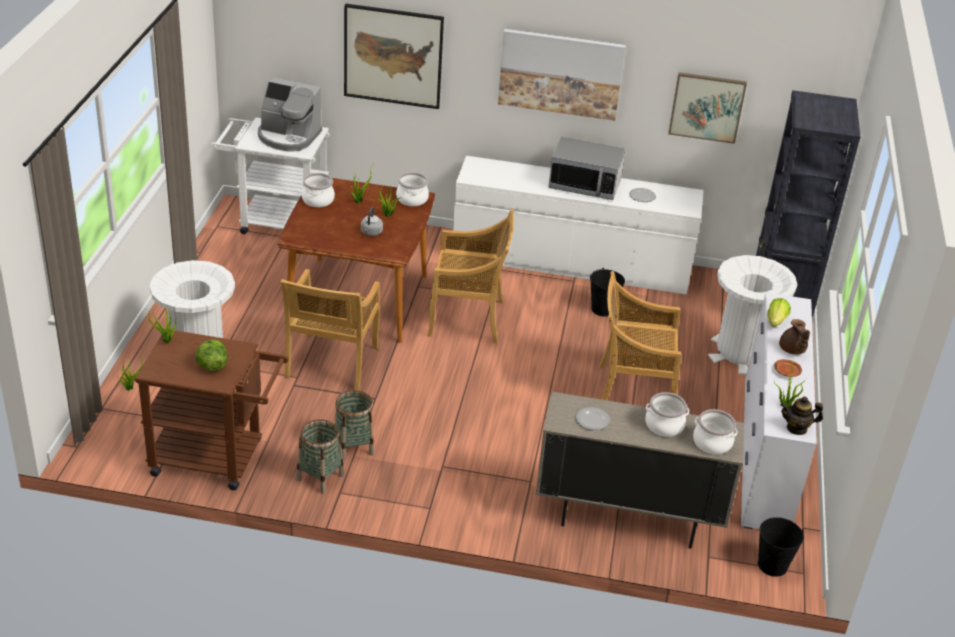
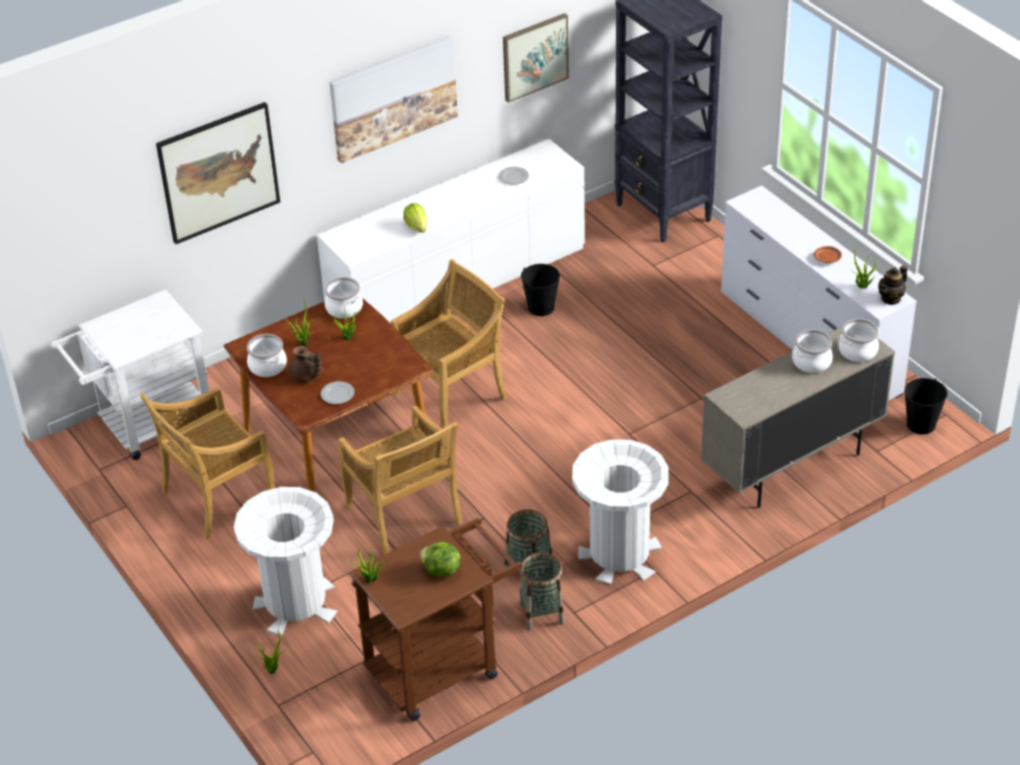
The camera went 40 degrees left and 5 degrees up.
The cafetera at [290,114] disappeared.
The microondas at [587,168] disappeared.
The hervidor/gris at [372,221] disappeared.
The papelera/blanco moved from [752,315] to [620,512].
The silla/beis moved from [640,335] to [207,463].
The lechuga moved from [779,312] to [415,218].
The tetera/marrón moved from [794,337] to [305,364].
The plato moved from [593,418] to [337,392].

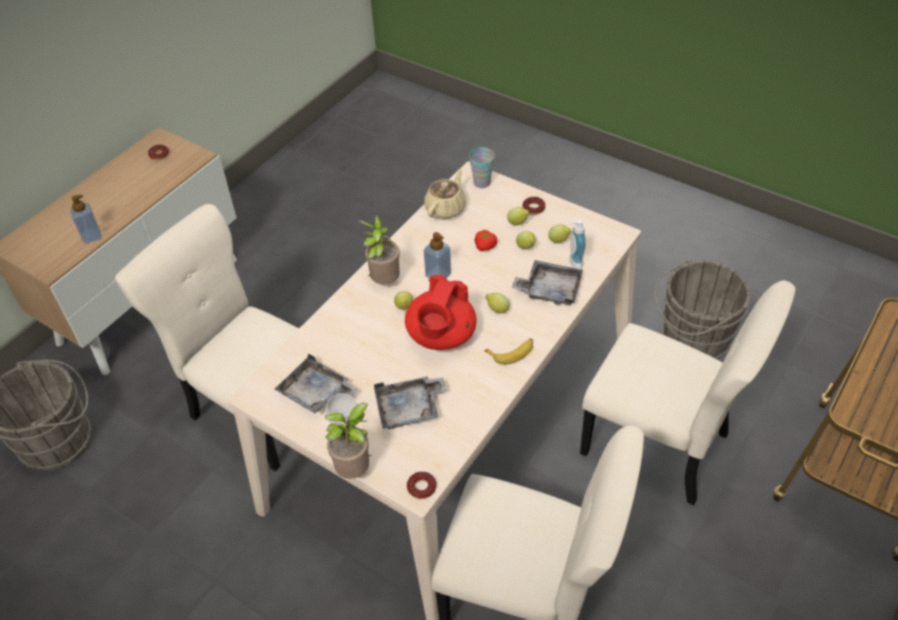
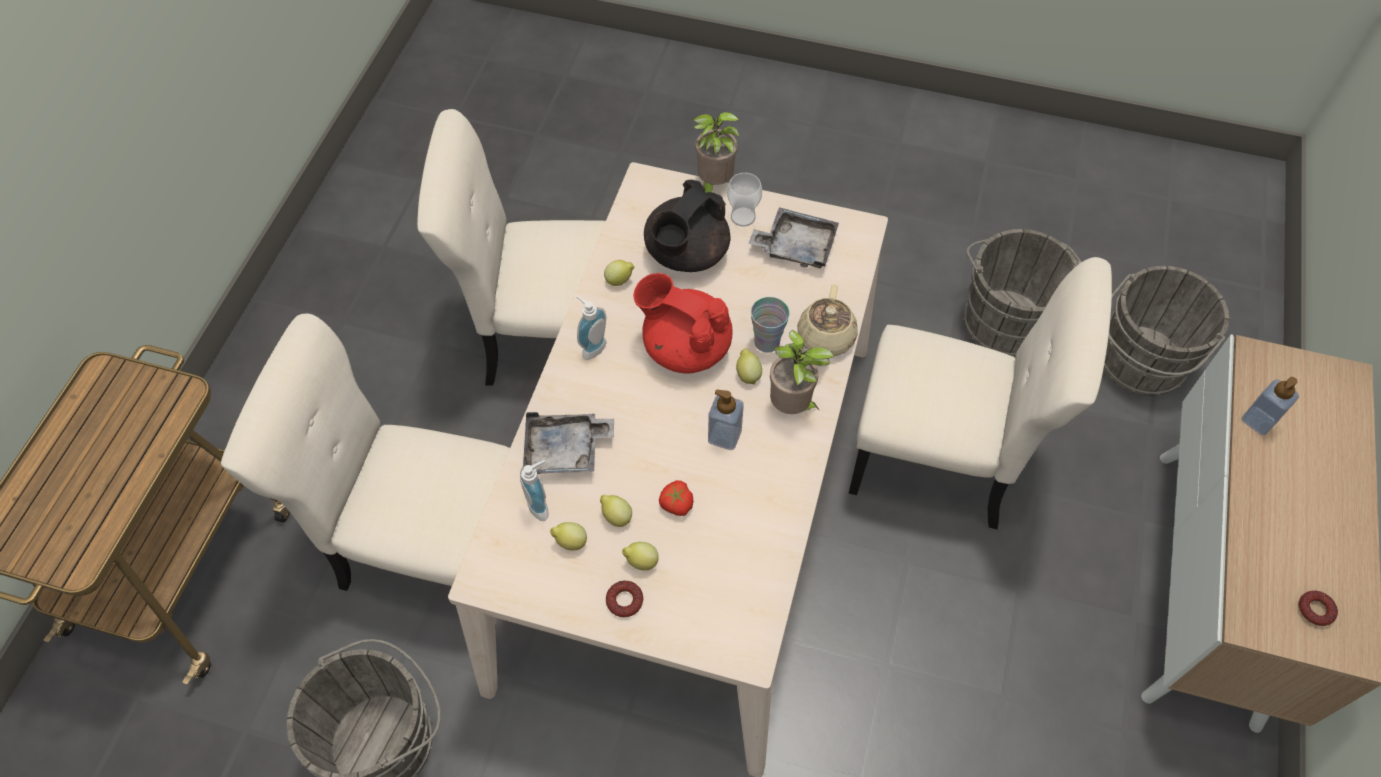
The camera went 160 degrees right and 10 degrees up.
The taza moved from [482,167] to [770,324].
The tetera/beis moved from [445,193] to [827,320].
The tetera/rojo at [440,312] turned 60 degrees counterclockwise.
The limón moved from [497,303] to [619,273].
The plátano at [509,351] was replaced by the dispensador de jabón at [591,328].
The bandeja/gris at [410,402] was replaced by the tetera/negro at [687,226].
The rosquilla at [421,485] disappeared.
The cubo/gris at [1022,293] appeared.

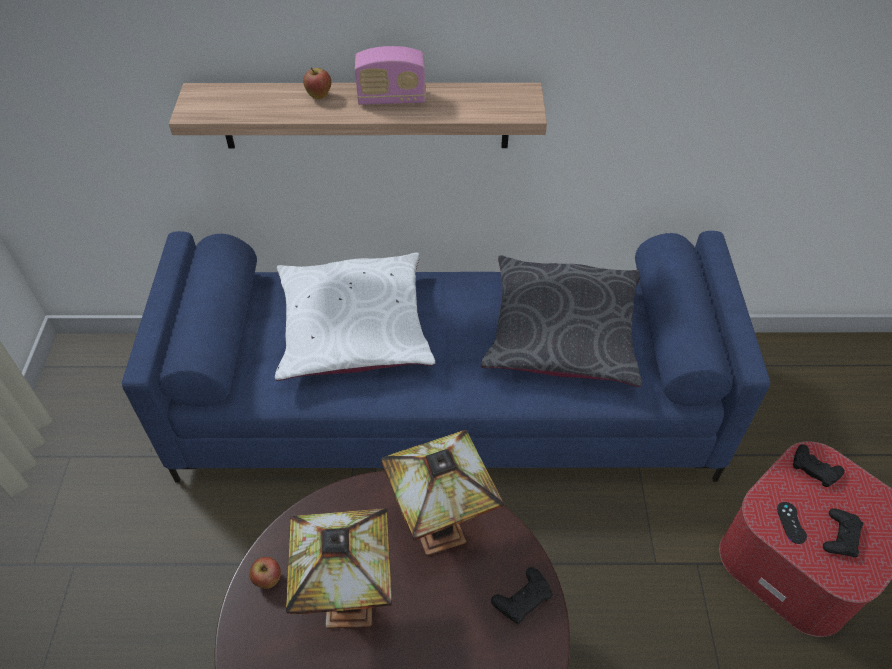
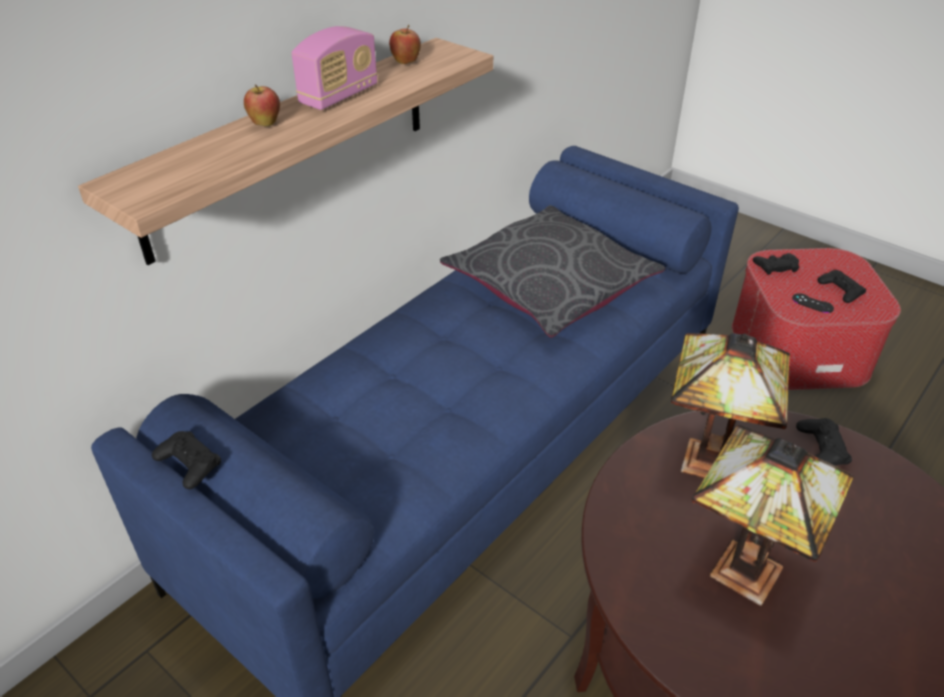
The camera went 50 degrees left and 10 degrees down.
The cojín/blanco at [355,316] disappeared.
The manzana moved from [265,573] to [405,44].
The mando de consola/negro at [186,460] appeared.

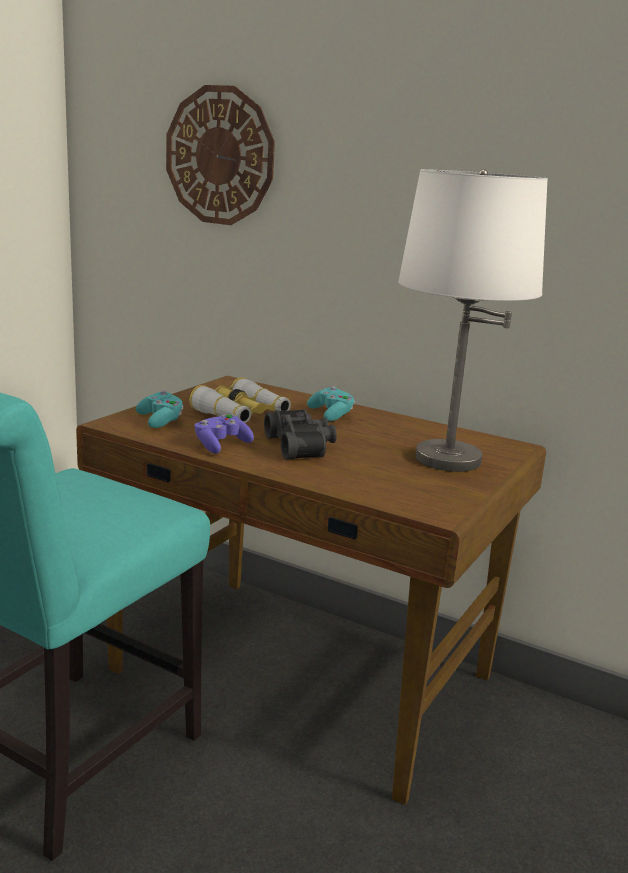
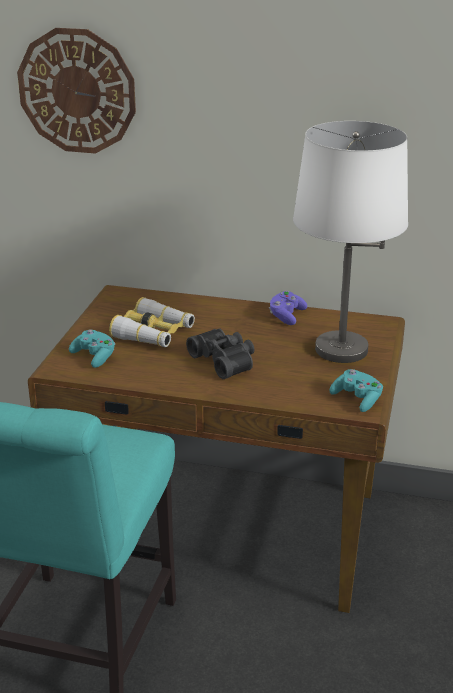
The camera went 15 degrees left and 10 degrees up.
The mando de consola/turquesa moved from [331,403] to [356,390].
The mando de consola/morado moved from [224,434] to [288,308].

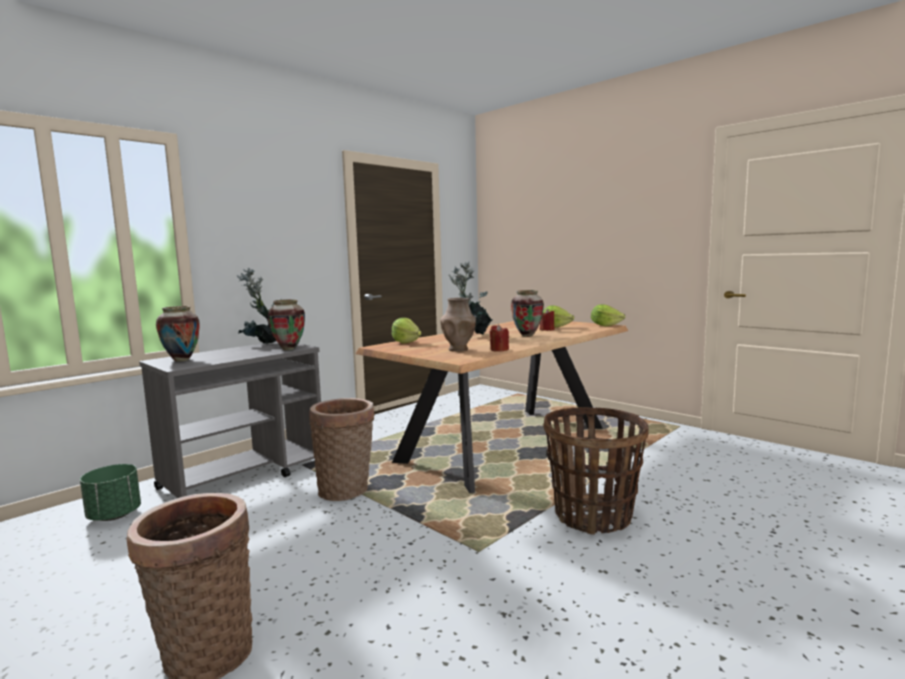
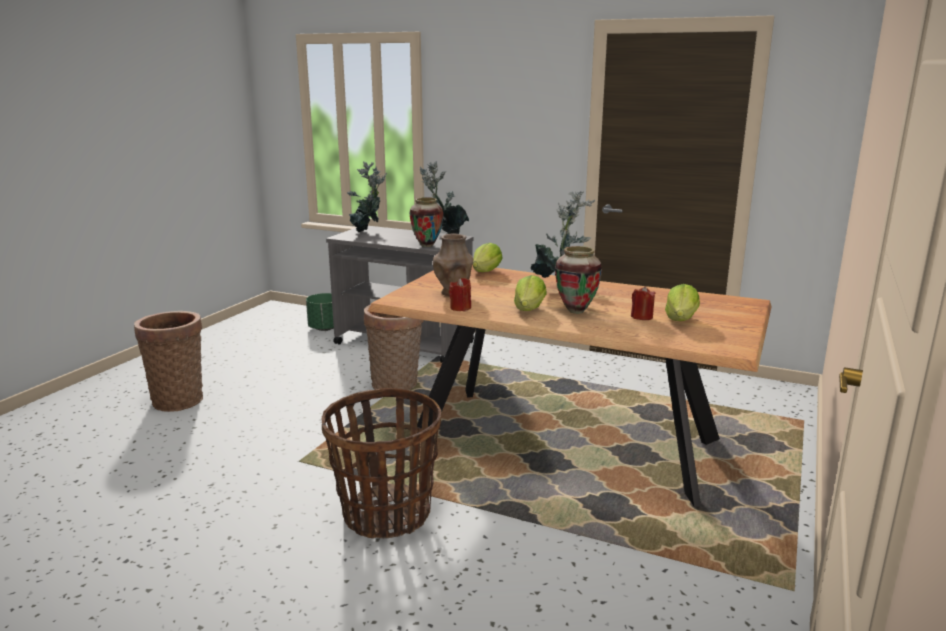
The camera went 70 degrees right and 10 degrees up.
The lechuga moved from [608,315] to [530,293].
The florero at [178,334] was replaced by the planta en maceta at [367,196].

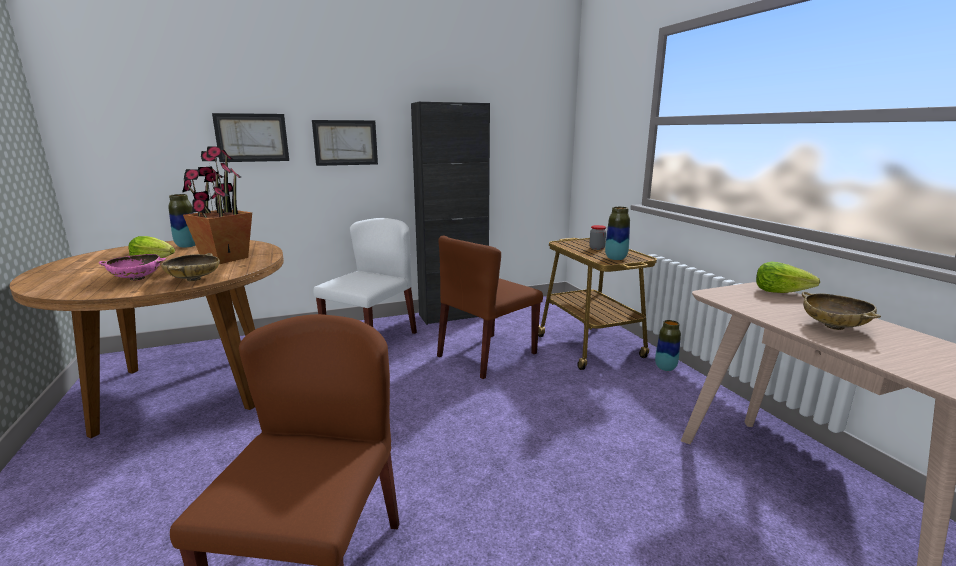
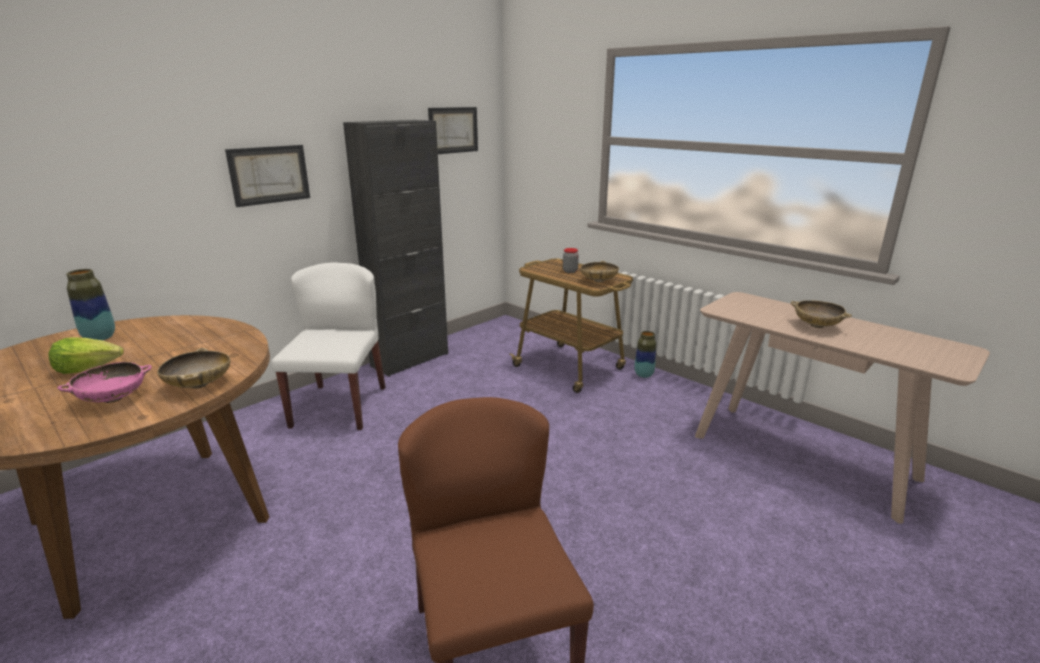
The camera went 25 degrees left and 5 degrees up.
The cuadro moved from [250,137] to [453,130].
The planta en maceta at [217,205] disappeared.
The florero at [617,233] was replaced by the cuenco/beis at [599,272].
The silla/marrón at [490,307] disappeared.
The lechuga at [788,277] disappeared.

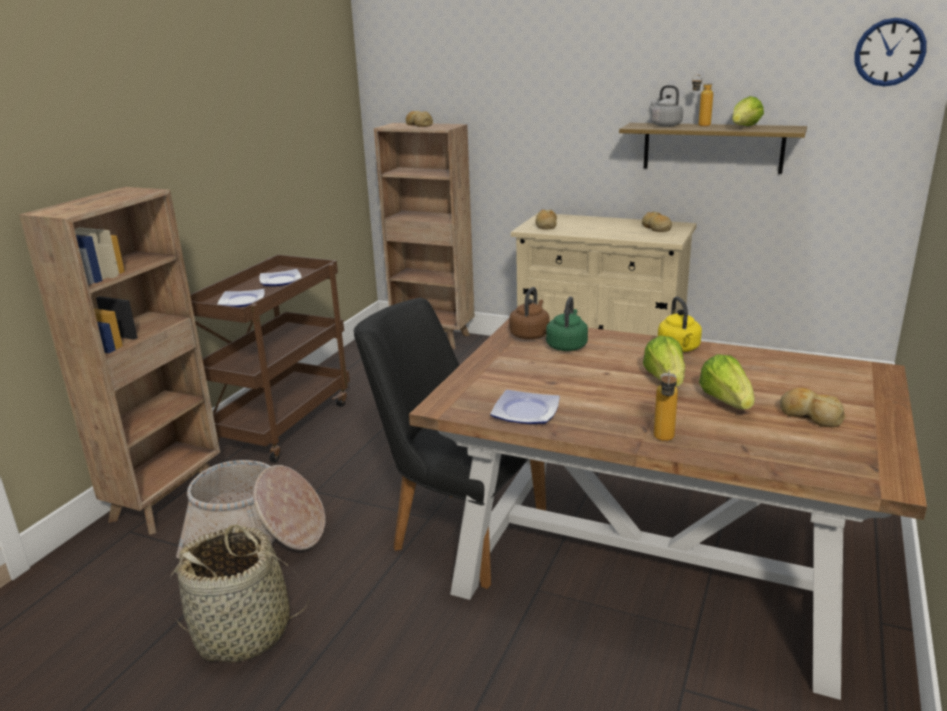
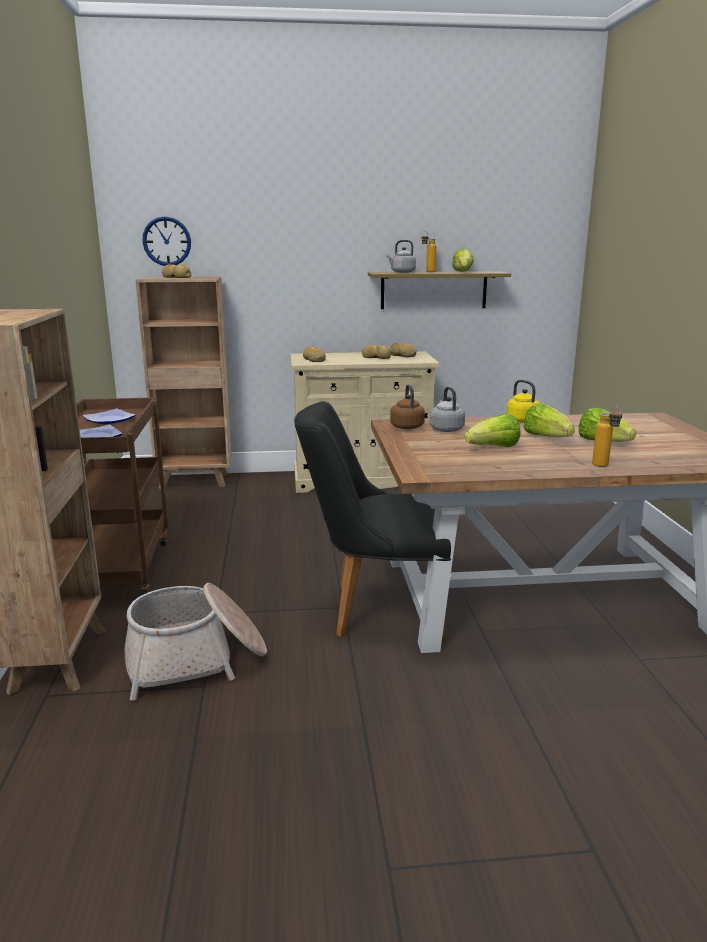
The camera went 30 degrees left and 5 degrees down.
The reloj de pared moved from [890,52] to [166,241].
The hervidor/verde at [567,323] became the hervidor/gris at [447,409].
The pan moved from [813,407] to [376,352].
The plato at [525,407] disappeared.
The cesta at [239,594] disappeared.
The lechuga at [493,430] appeared.

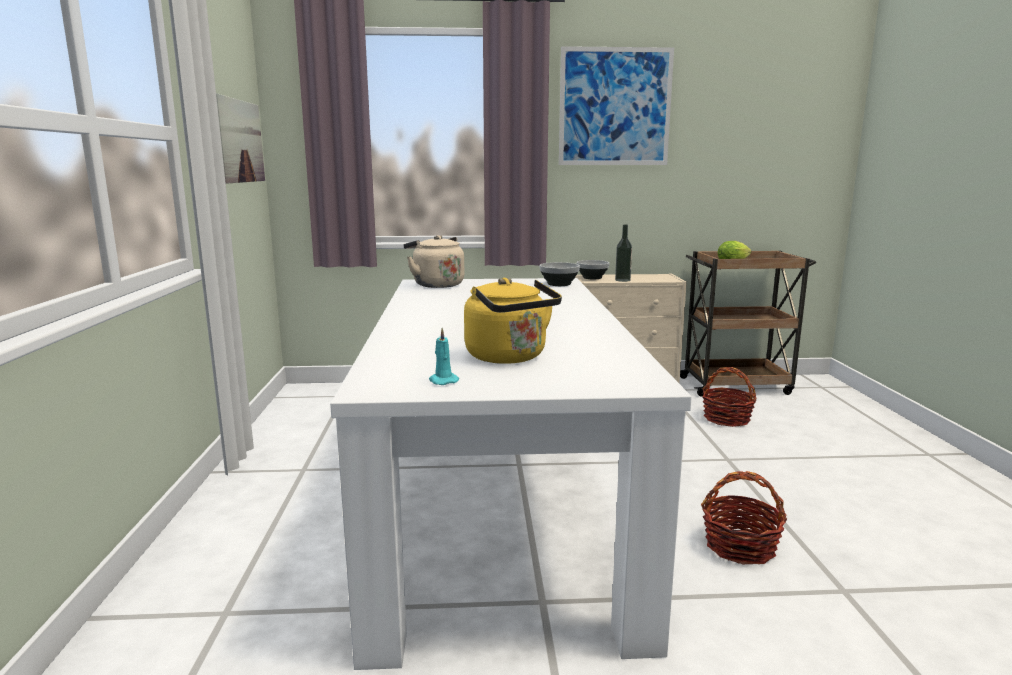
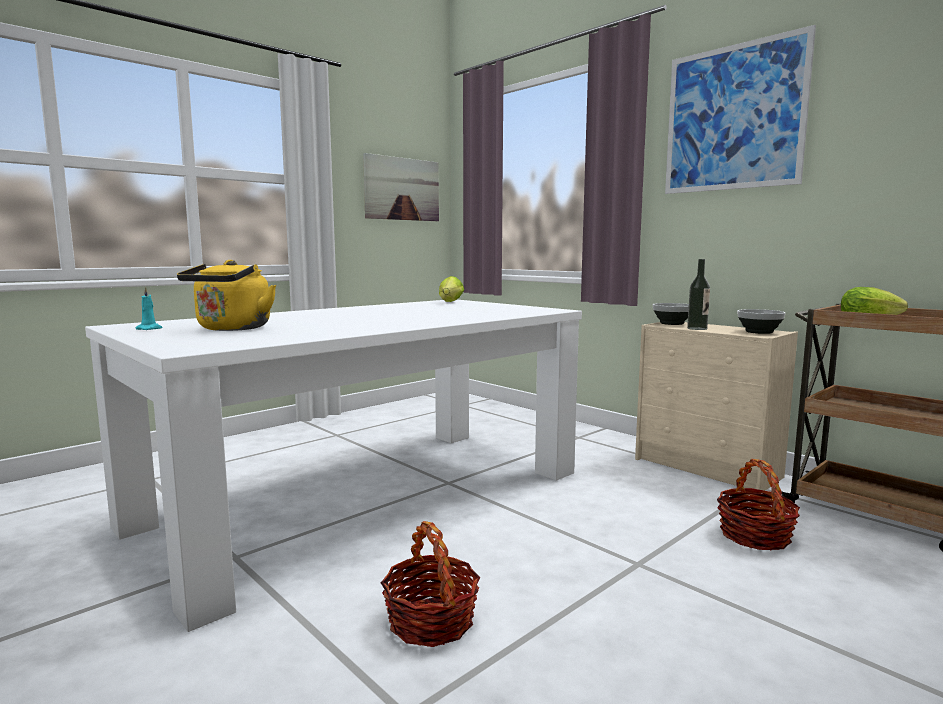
The camera went 50 degrees right and 5 degrees down.
The hervidor/beis at [434,261] was replaced by the lechuga at [451,289].
The cuenco moved from [559,274] to [761,321].

